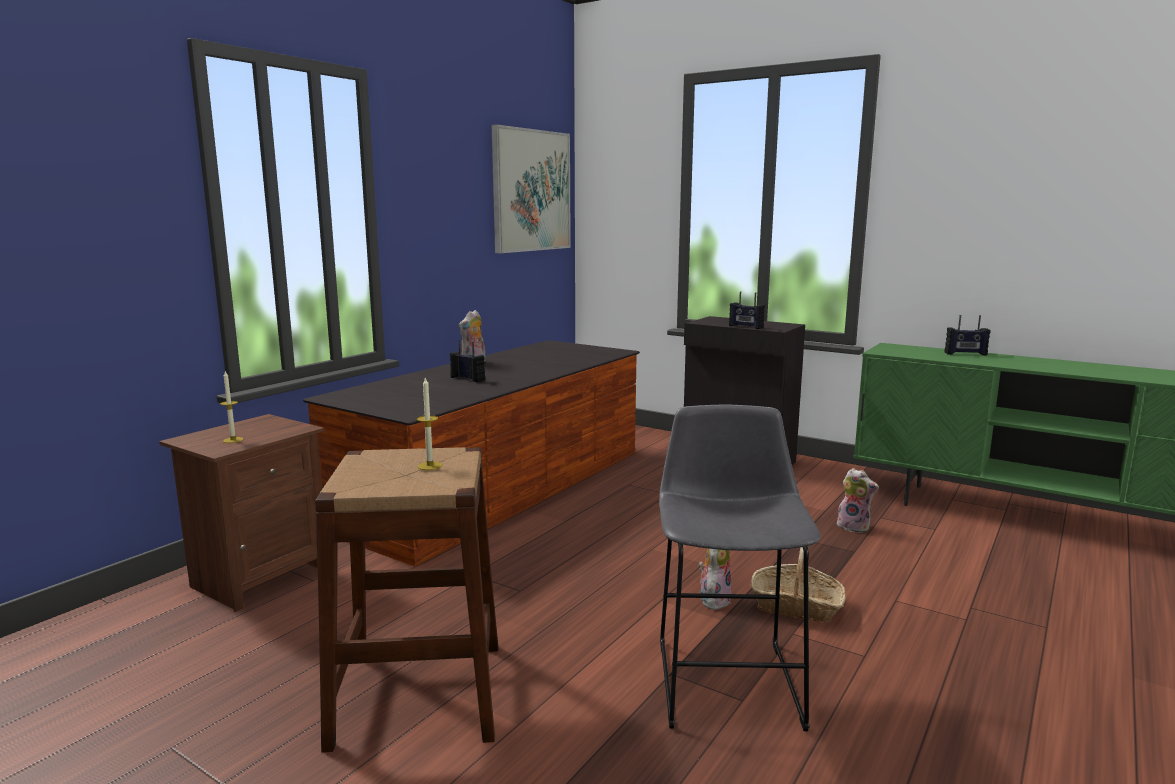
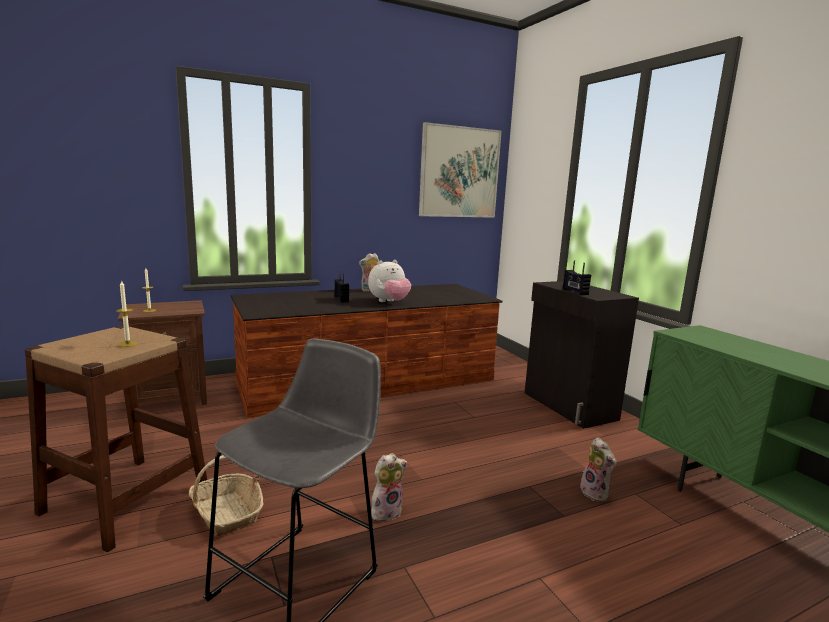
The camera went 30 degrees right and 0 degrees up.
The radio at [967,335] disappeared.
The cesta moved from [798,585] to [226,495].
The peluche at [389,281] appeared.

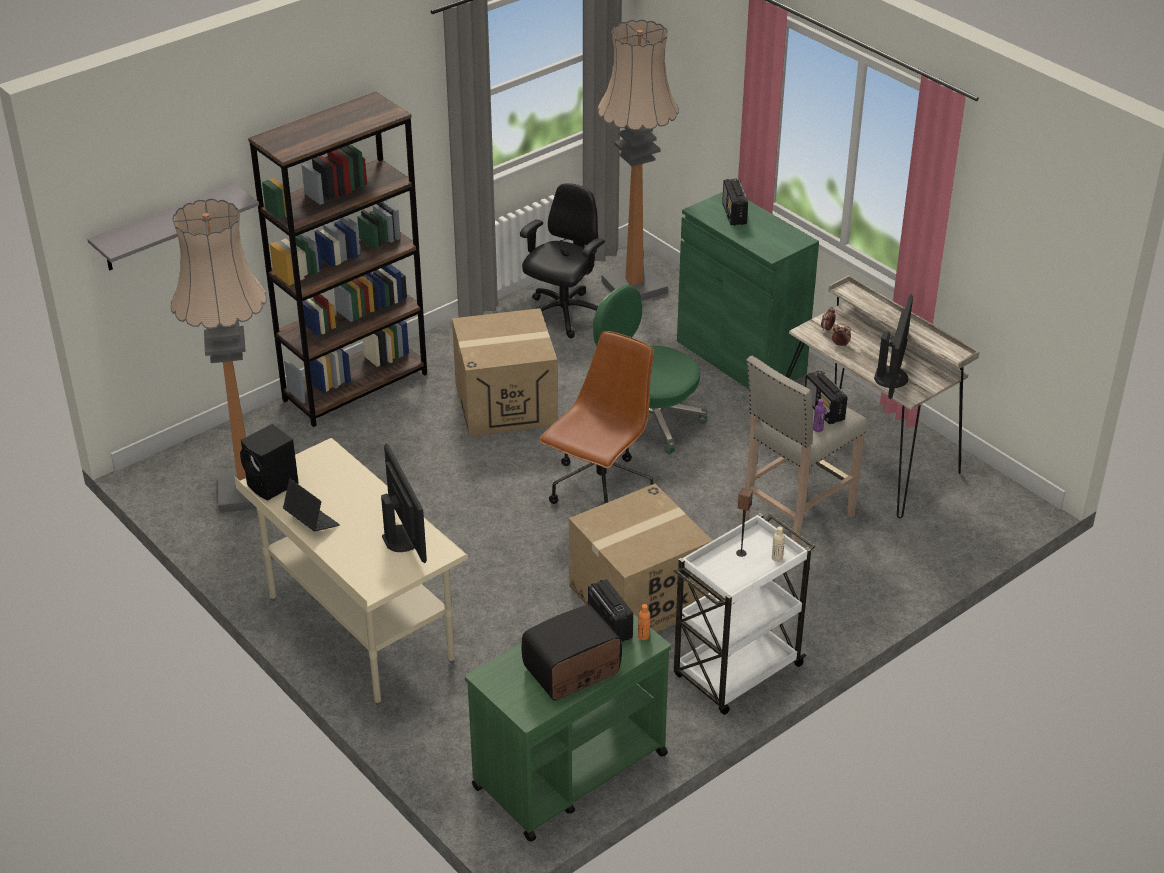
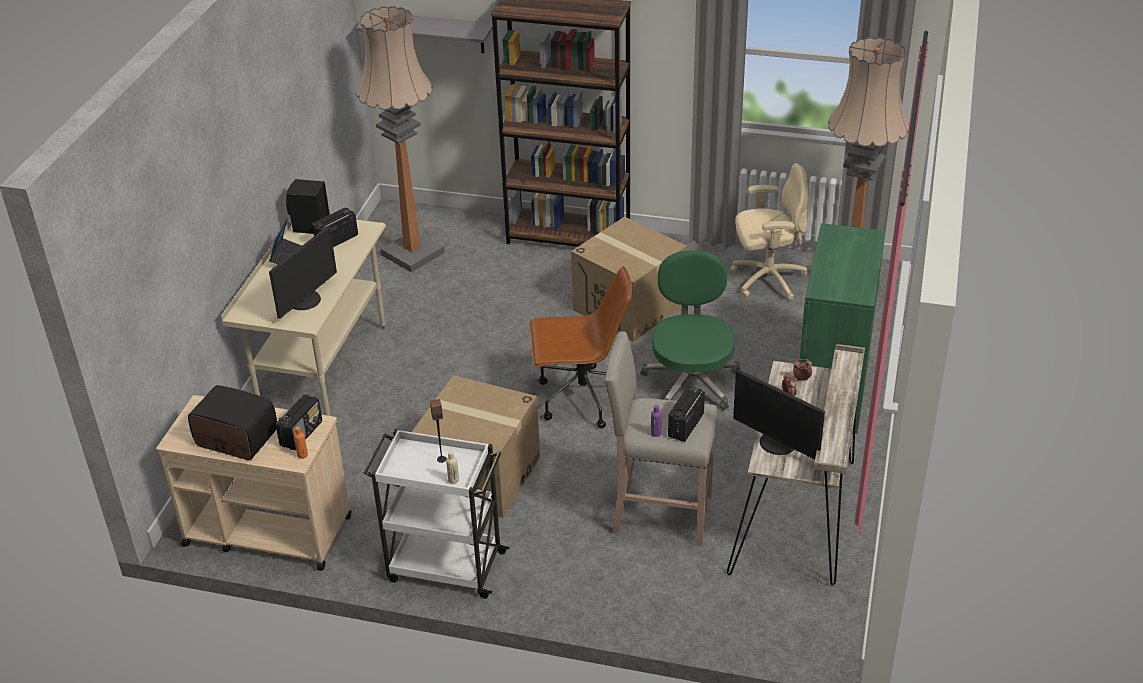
The camera went 55 degrees right and 0 degrees up.
The radio moved from [735,201] to [335,227].
The silla de oficina/negro at [562,260] became the silla de oficina/beis at [769,231].
The monitor at [893,346] turned 60 degrees clockwise.
The carrito/verde at [568,728] became the carrito/beis at [254,483].

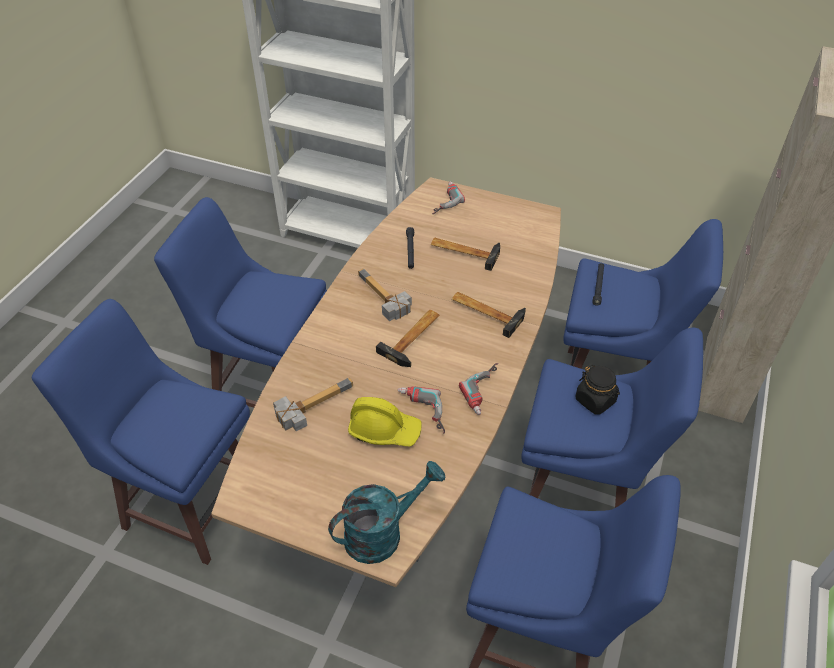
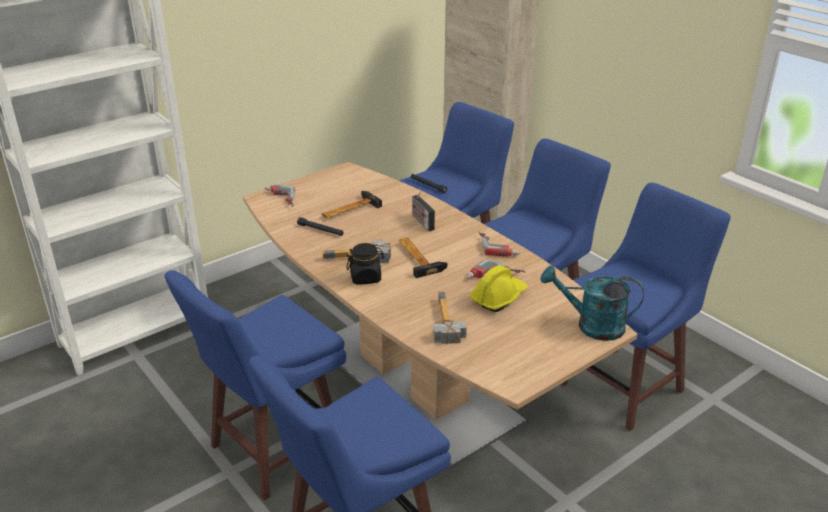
The camera went 60 degrees left and 15 degrees down.
The martillo at [489,315] was replaced by the radio at [423,210].
The tarro/negro moved from [598,390] to [365,264].
The regadera/turquesa at [387,512] turned 75 degrees counterclockwise.

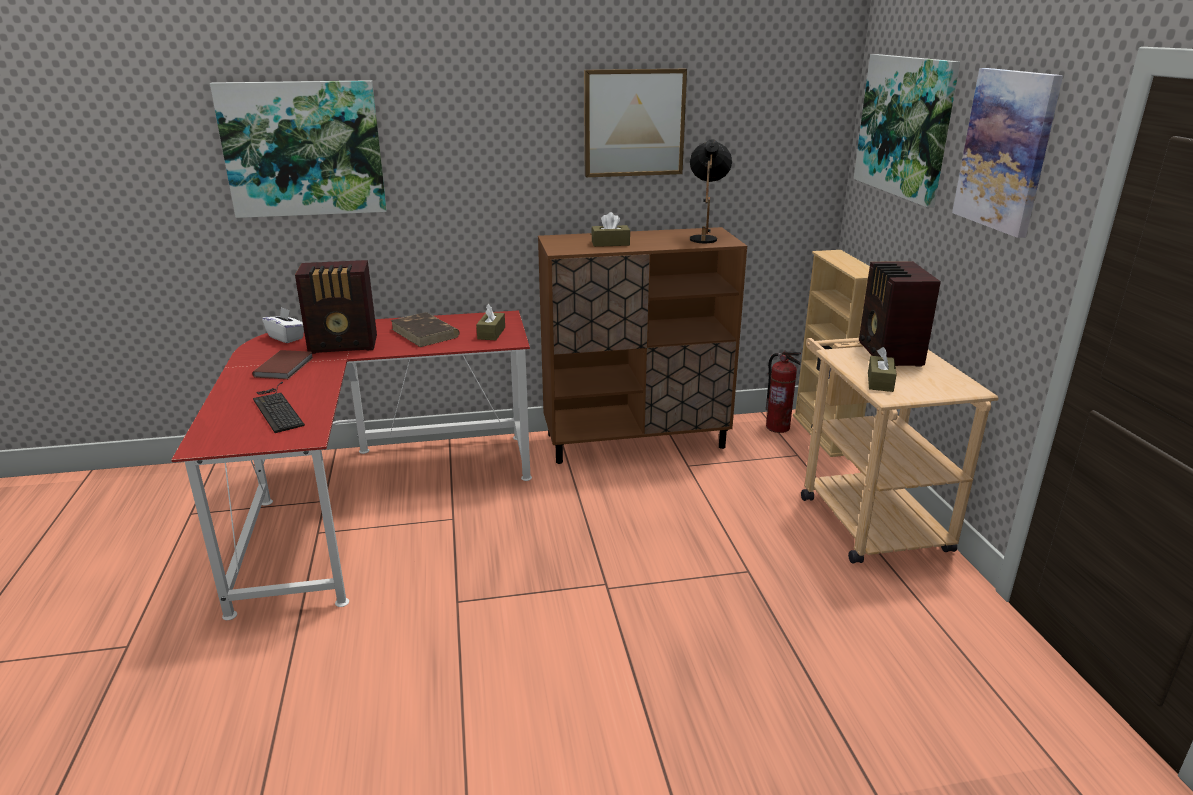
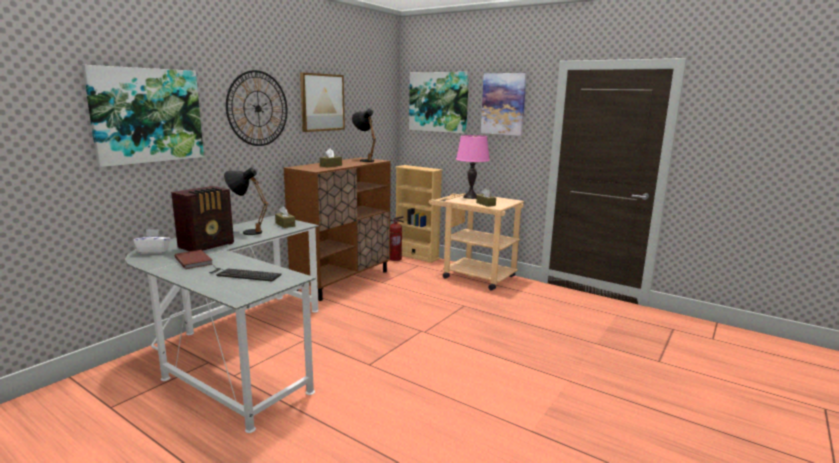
The camera went 45 degrees left and 10 degrees down.
The radio at [900,314] was replaced by the lámpara de mesa/rosa at [473,167].
The escritorio/rojo at [351,465] became the escritorio/gris at [222,324].
The libro/marrón at [425,329] was replaced by the lámpara de mesa/negro at [246,201].
The reloj de pared at [256,108] appeared.

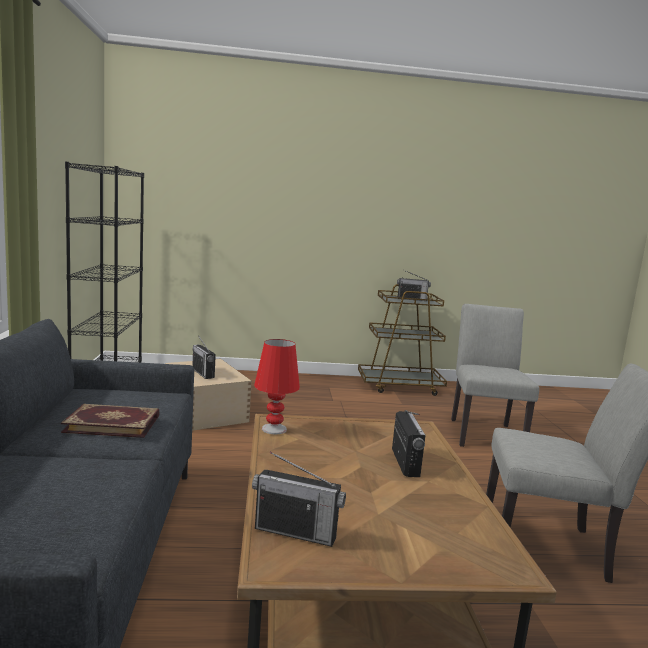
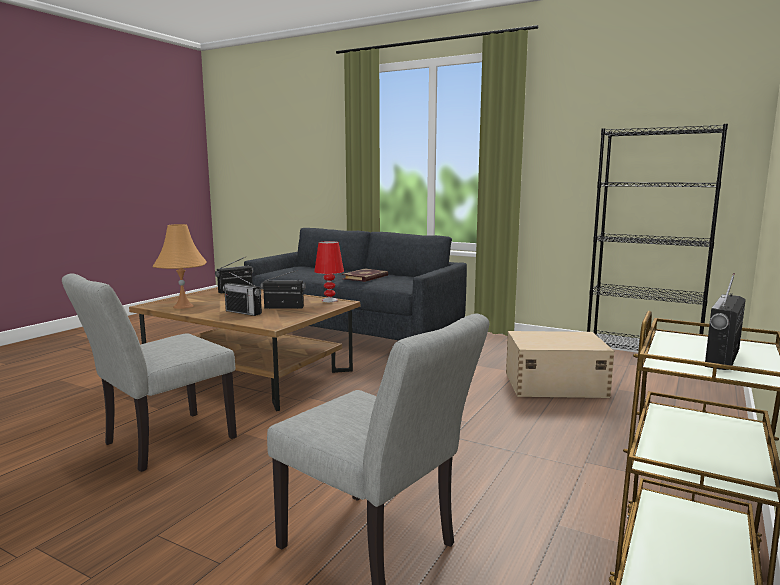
The camera went 125 degrees right and 0 degrees up.
The radio moved from [204,357] to [283,289].
The lámpara de mesa/naranja at [179,266] appeared.

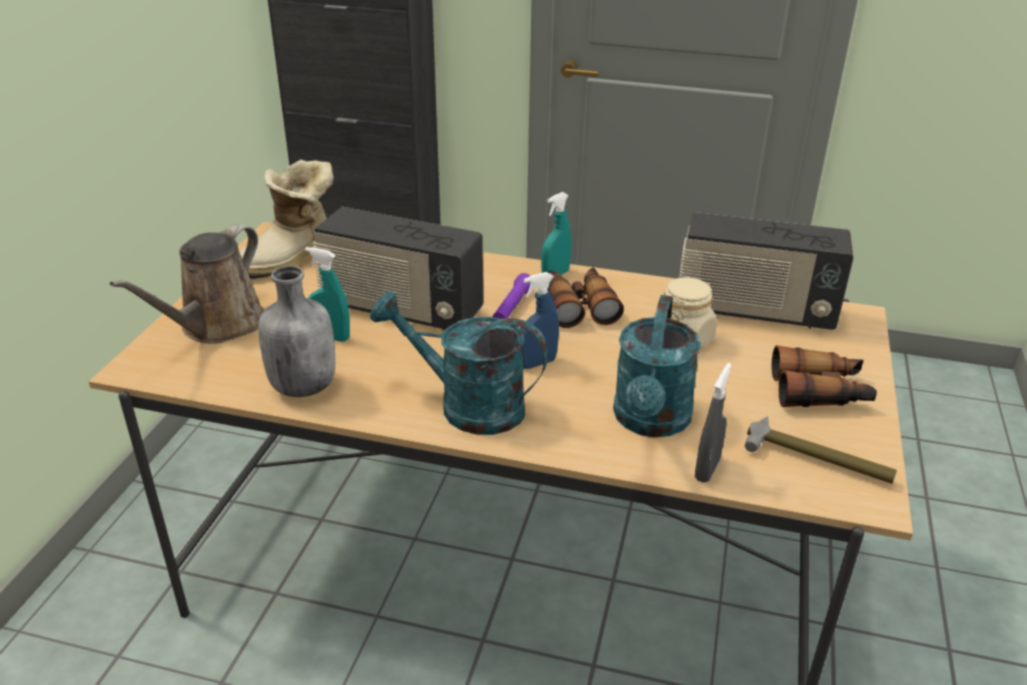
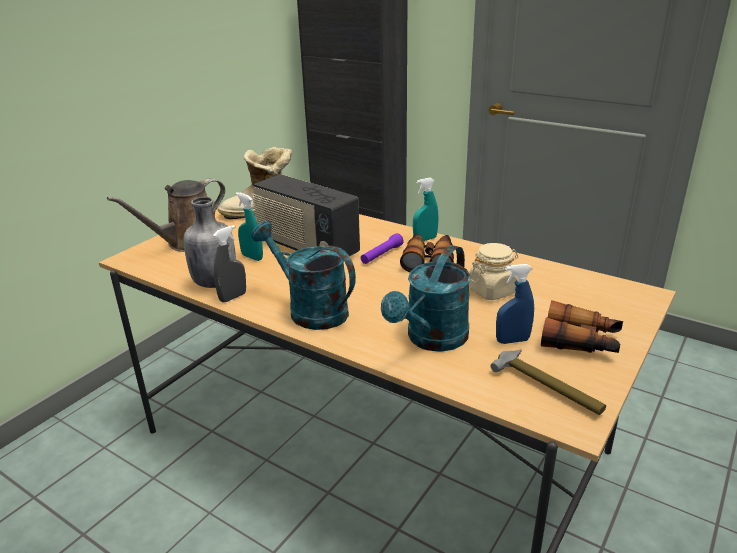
The camera went 20 degrees right and 5 degrees down.
The radio at [766,271] disappeared.
The pulverizador/azul moved from [539,320] to [515,304].
The pulverizador/gris moved from [713,423] to [229,263].

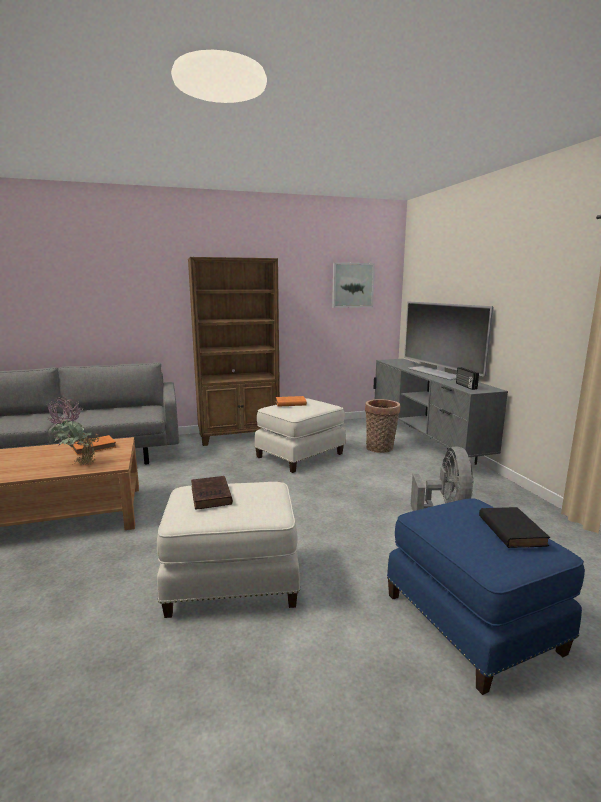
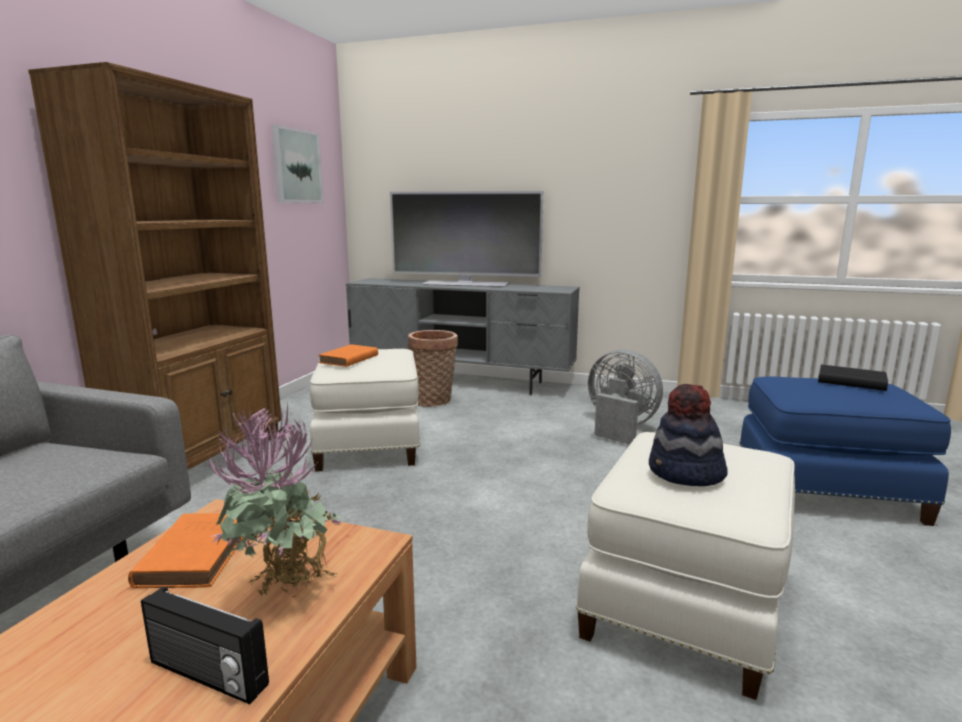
The camera went 55 degrees left and 0 degrees up.
The radio moved from [467,378] to [205,645].
The libro/marrón at [212,493] was replaced by the sombrero at [688,435].

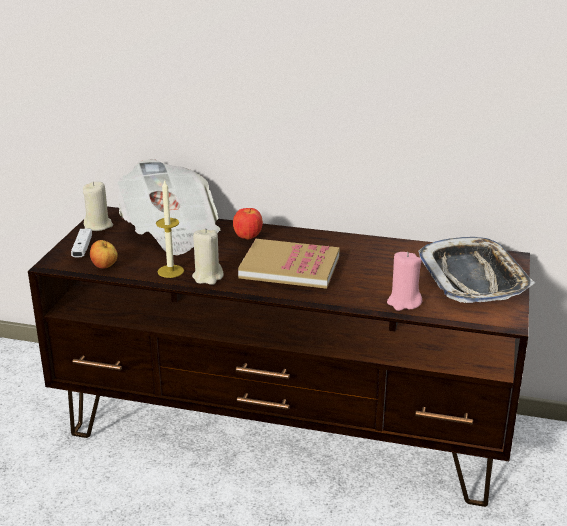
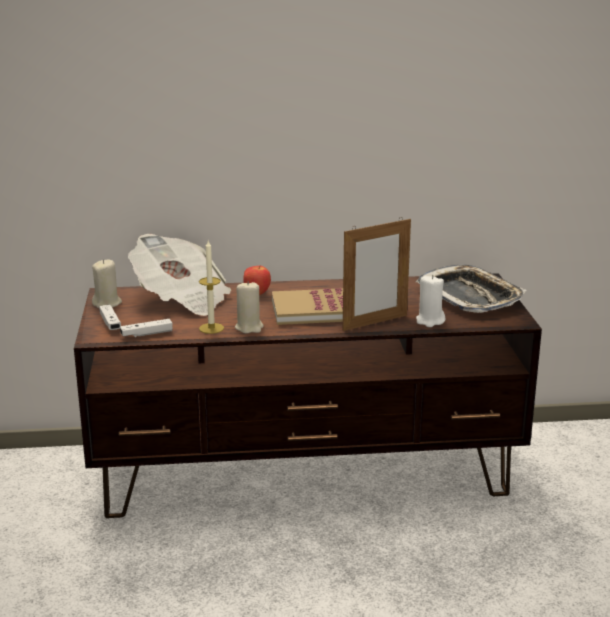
The camera went 20 degrees left and 5 degrees down.
The manzana at [104,254] was replaced by the mando de consola/blanco at [146,328].
The vela/rosa at [404,281] became the vela/blanco at [430,301].
The portarretratos at [377,274] appeared.

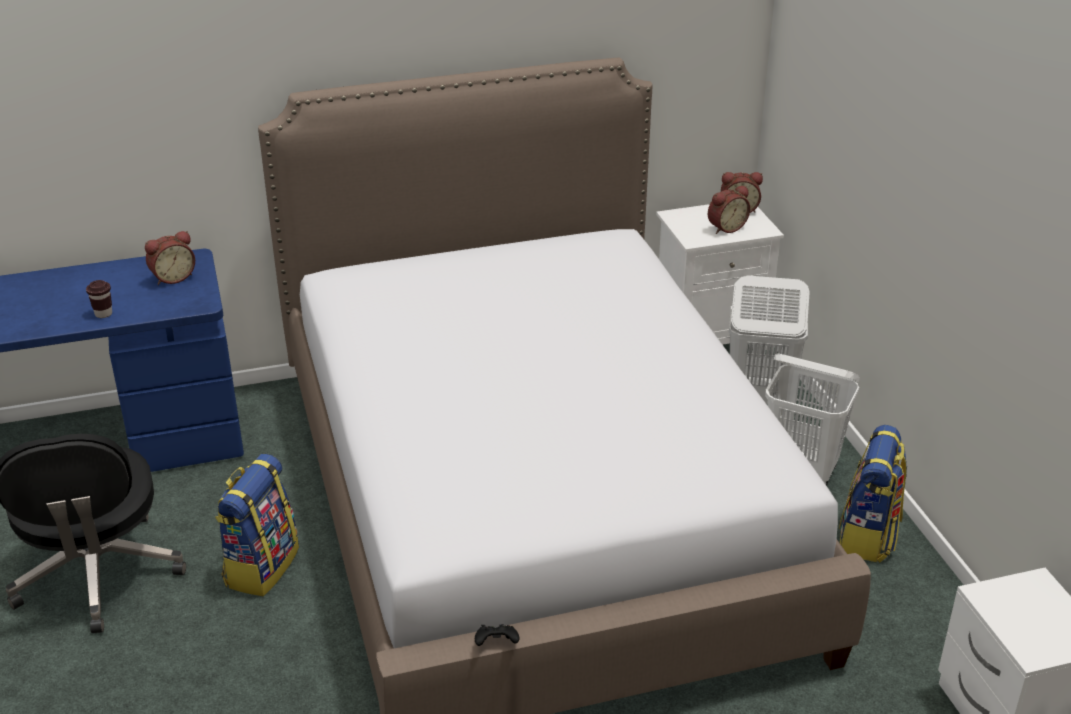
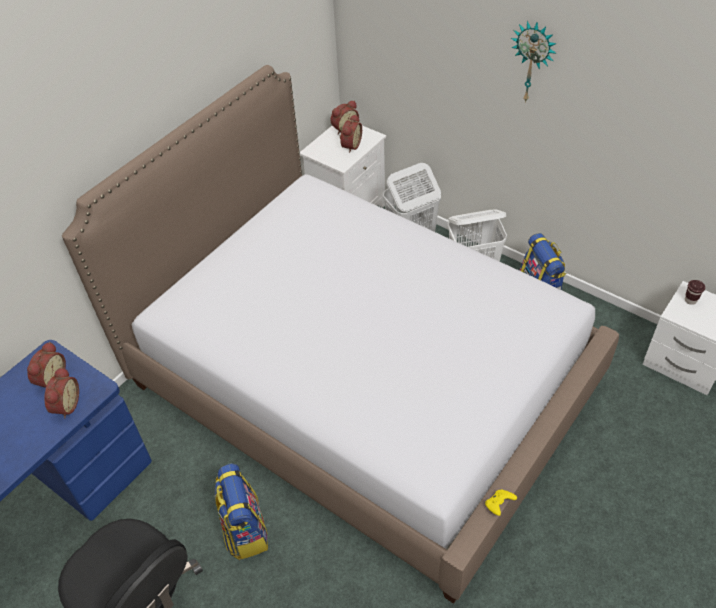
The camera went 35 degrees left and 15 degrees up.
The taza/marrón moved from [99,299] to [695,292].
The mando de consola/negro at [497,635] became the mando de consola/amarillo at [501,502].
The reloj de pared at [534,62] appeared.
The despertador at [61,392] appeared.

